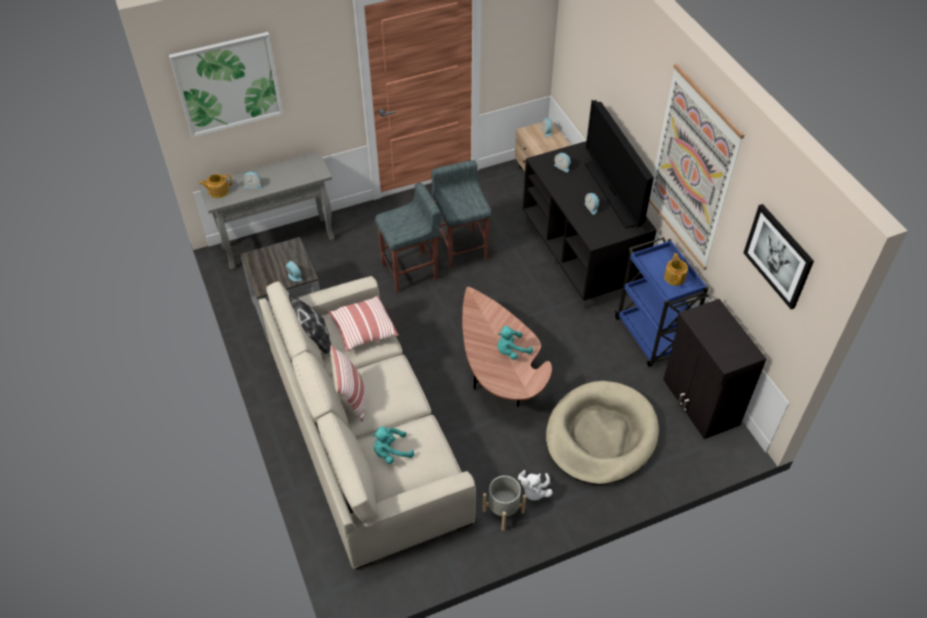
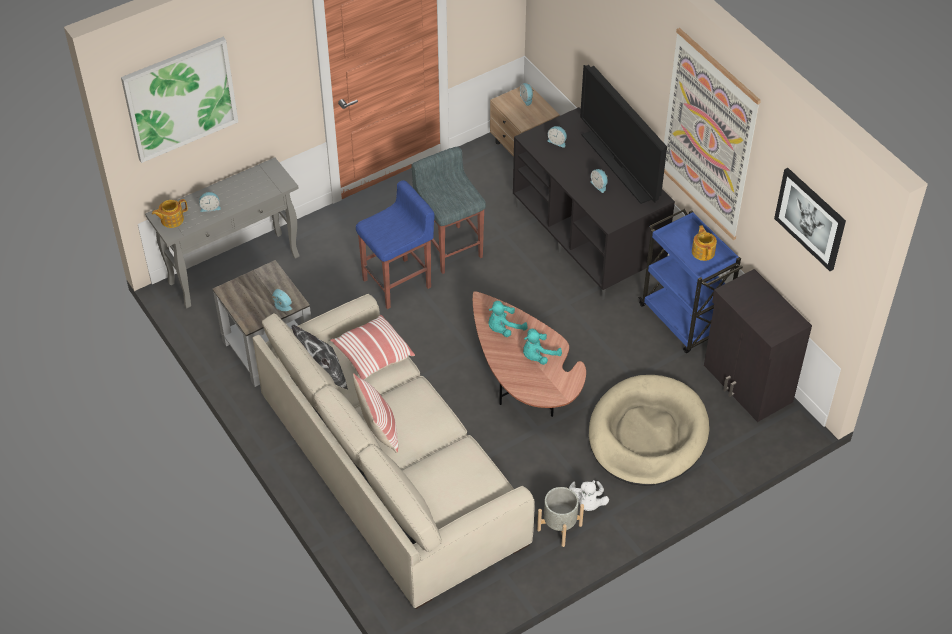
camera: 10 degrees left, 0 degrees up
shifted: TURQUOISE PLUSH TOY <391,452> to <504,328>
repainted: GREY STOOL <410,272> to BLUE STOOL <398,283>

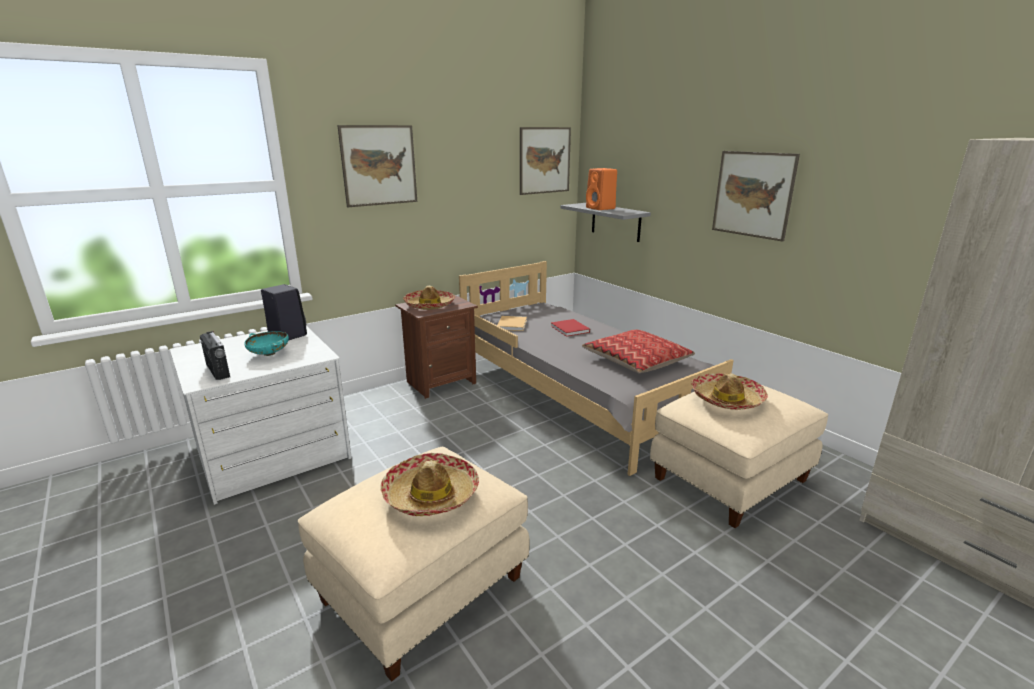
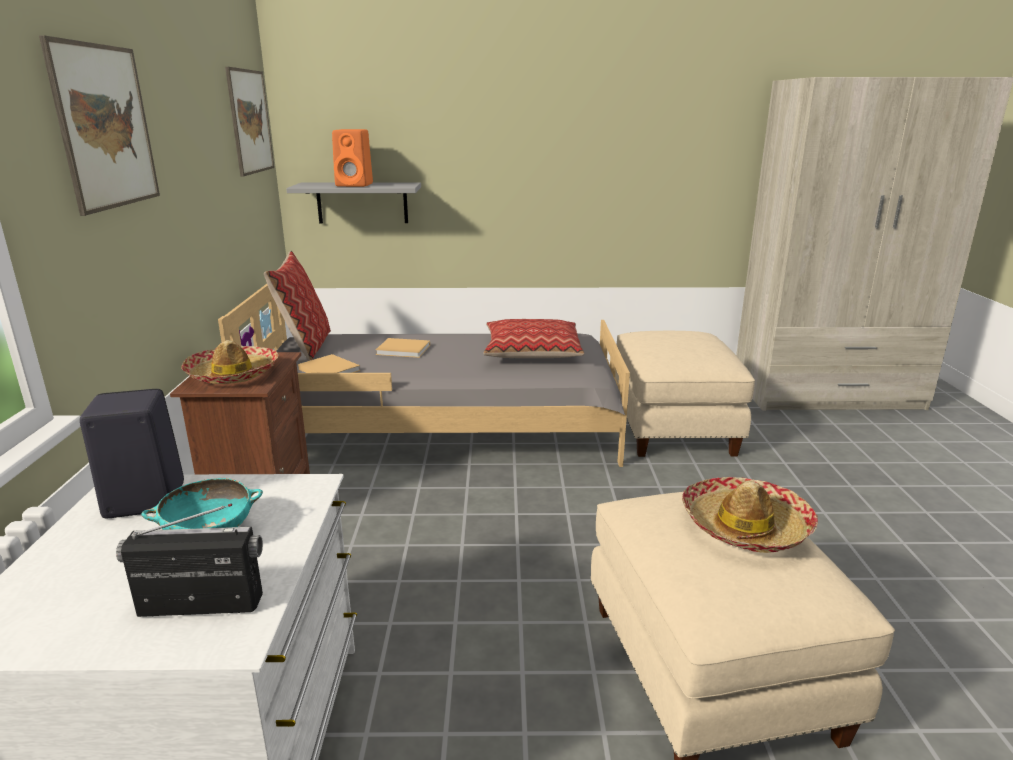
camera: 55 degrees left, 0 degrees up
gone: HAT <726,399>; PICTURE <753,194>
new: PILLOW <305,346>
repainted: RED BOOK <570,329> to BEIGE BOOK <405,350>

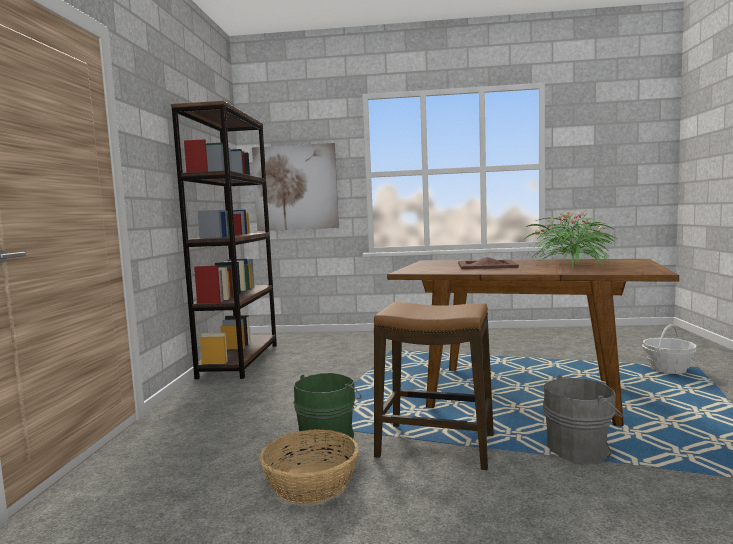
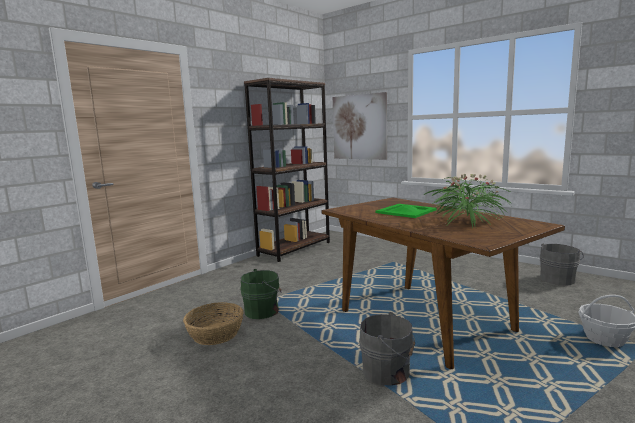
camera: 35 degrees right, 5 degrees up
gone: STOOL <435,446>
new: GREY BUCKET <558,279>
repainted: BROWN TRAY <487,265> to GREEN TRAY <406,211>

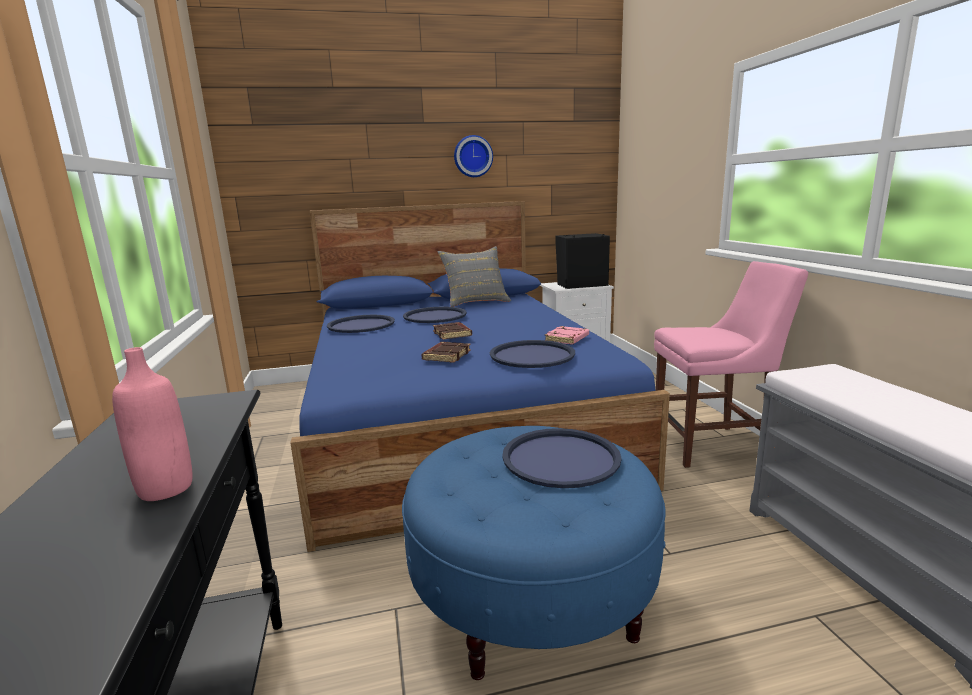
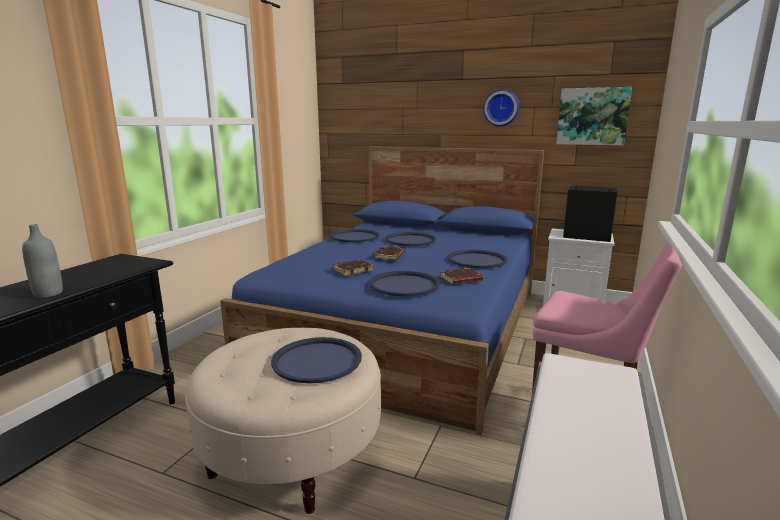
camera: 35 degrees right, 0 degrees up
gone: GREY PILLOW <476,301>
new: BLUE TRAY <477,260>; PICTURE <592,116>
repainted: PINK BOTTLE <165,488> to GREY BOTTLE <48,294>; BLUE OTTOMAN <532,597> to BEIGE OTTOMAN <293,454>; PINK BOOK <567,339> to BROWN BOOK <461,280>

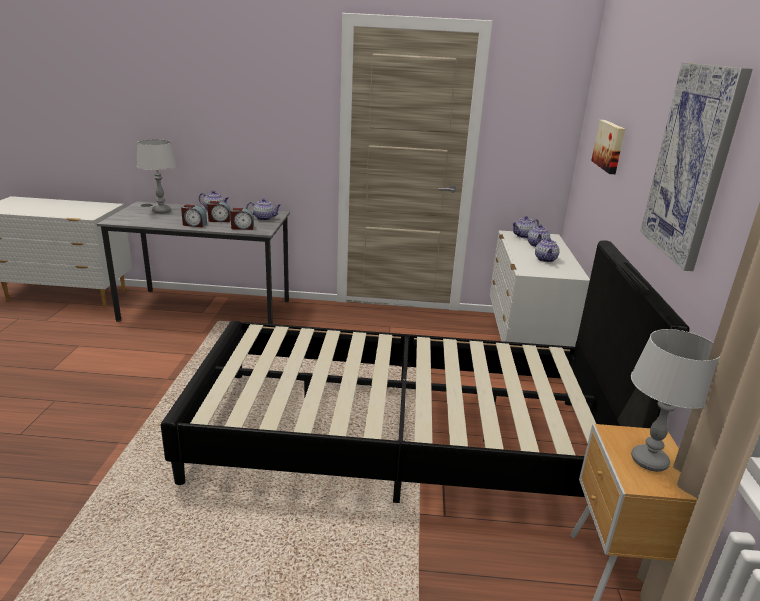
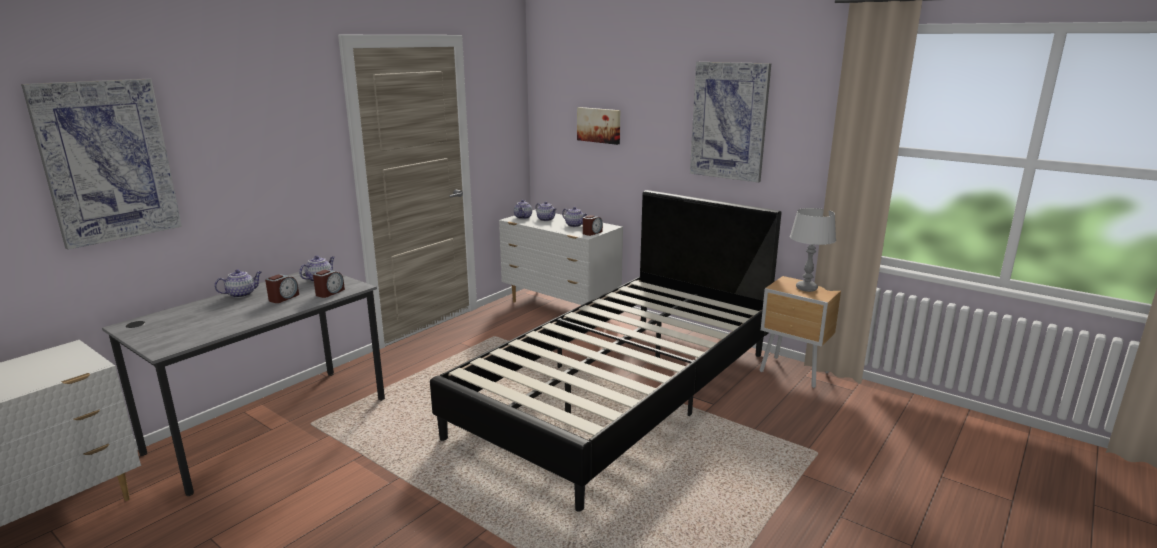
camera: 55 degrees left, 5 degrees down
gone: GREY TABLE LAMP <162,211>
new: PICTURE <107,161>
shifted: ALARM CLOCK <194,224> to <592,233>

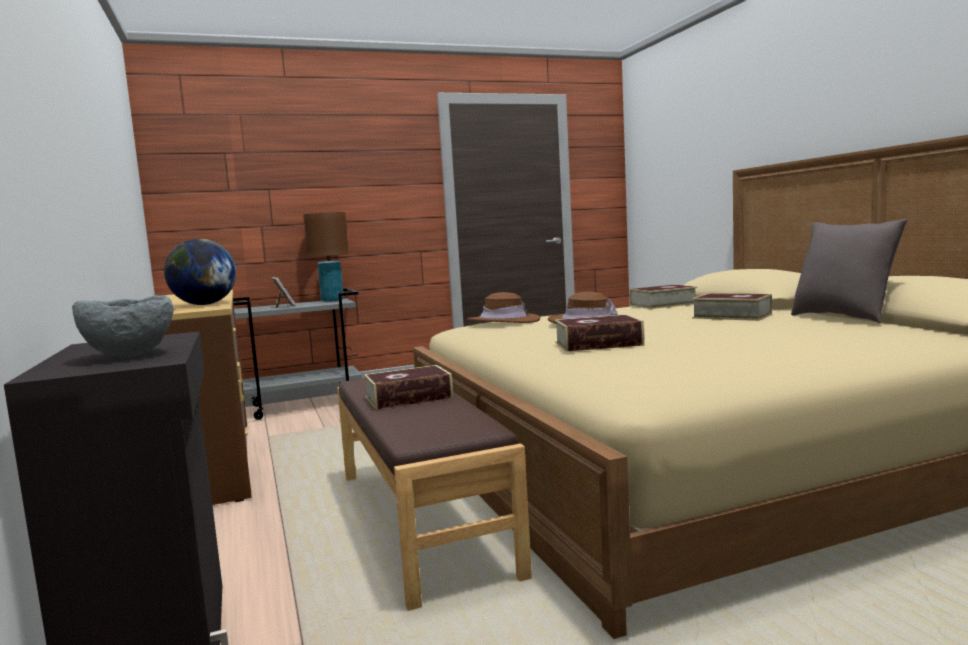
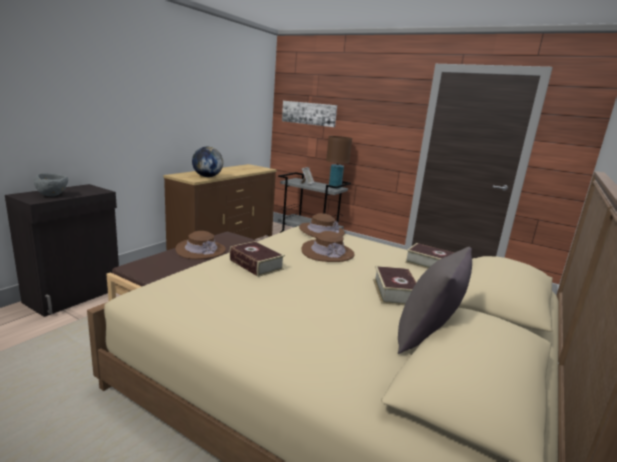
camera: 50 degrees right, 10 degrees up
new: PICTURE <309,113>
swapped: BOOK <409,398> to BROWN HAT <201,250>

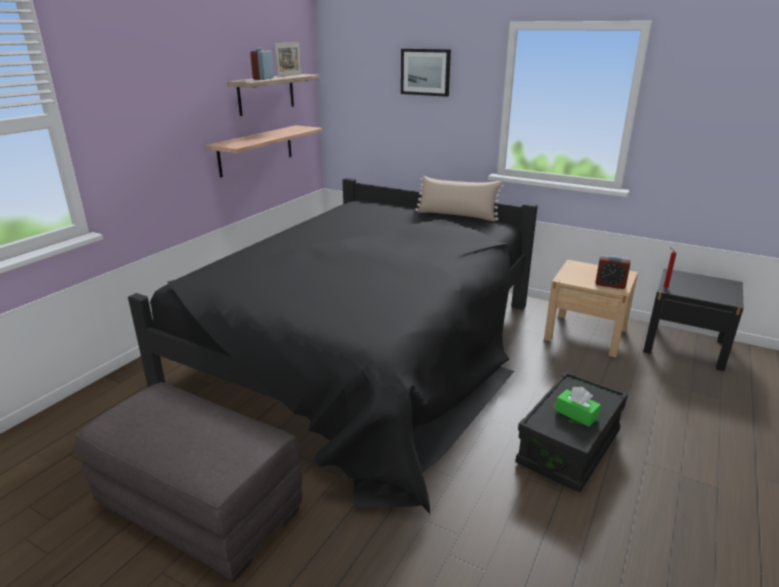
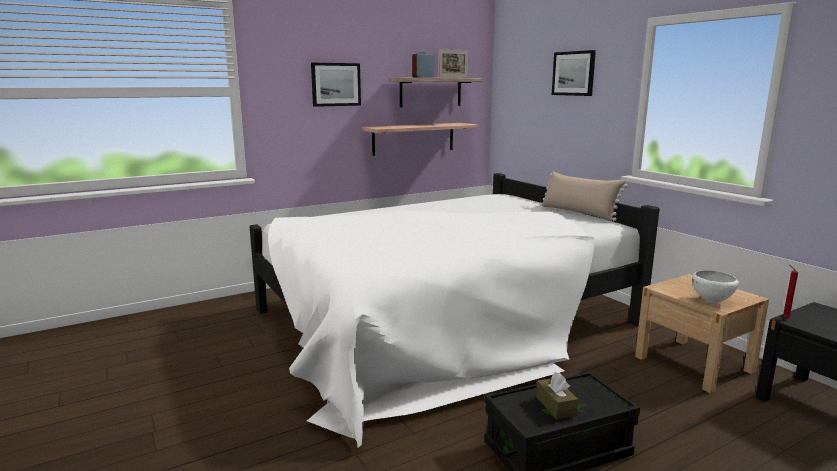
camera: 30 degrees right, 10 degrees down
gone: GREY OTTOMAN <201,508>
new: PICTURE <336,84>
swapped: ALARM CLOCK <610,285> to WHITE BOWL <712,302>
repainted: BLACK BED <367,351> to WHITE BED <443,323>; GREEN TISSUE BOX <576,414> to BROWN TISSUE BOX <555,406>

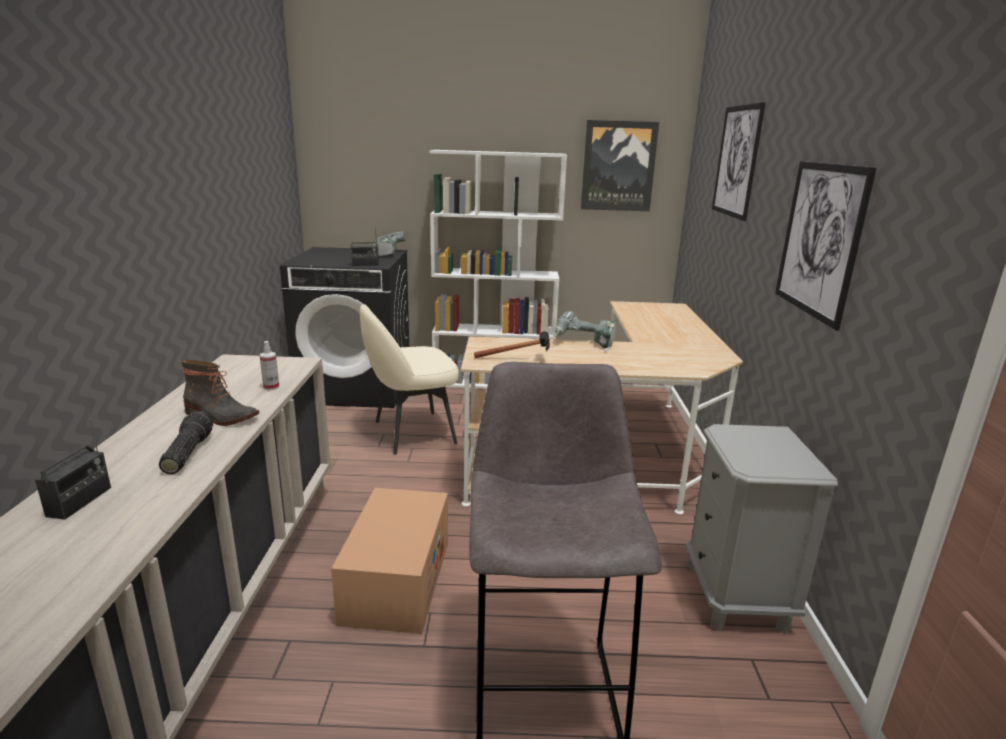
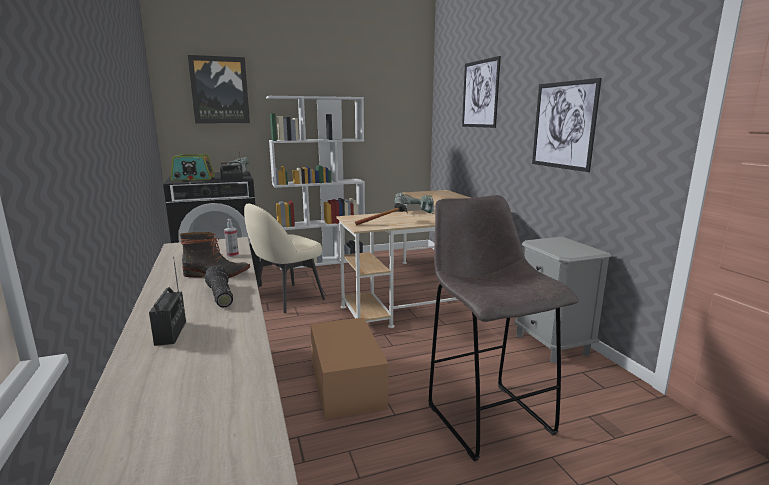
camera: 20 degrees left, 5 degrees down
new: RADIO <193,178>
shifted: PICTURE <618,166> to <220,90>

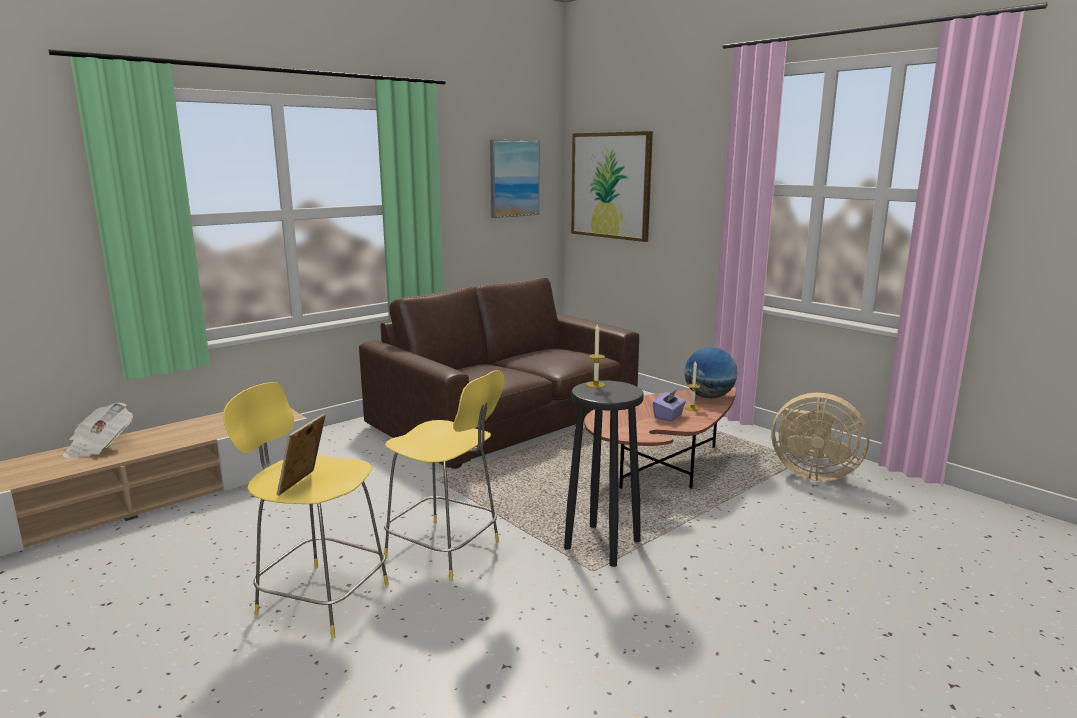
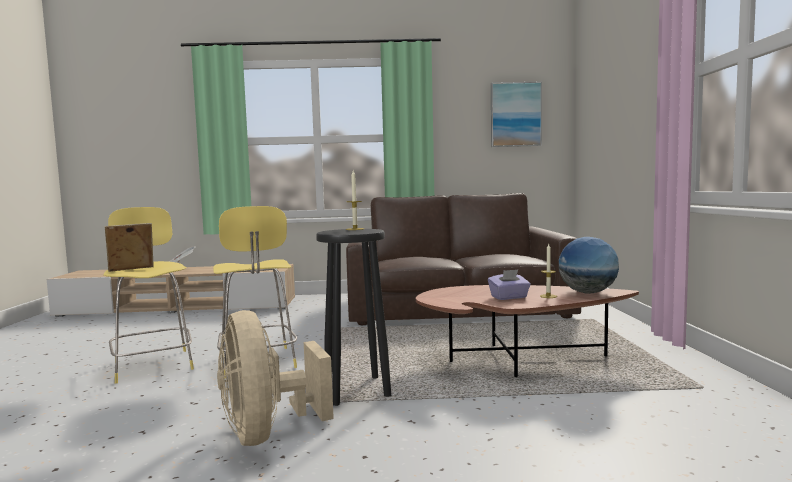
camera: 40 degrees right, 10 degrees down
gone: PICTURE <610,185>
shifted: BEIGE FAN <811,473> to <267,433>

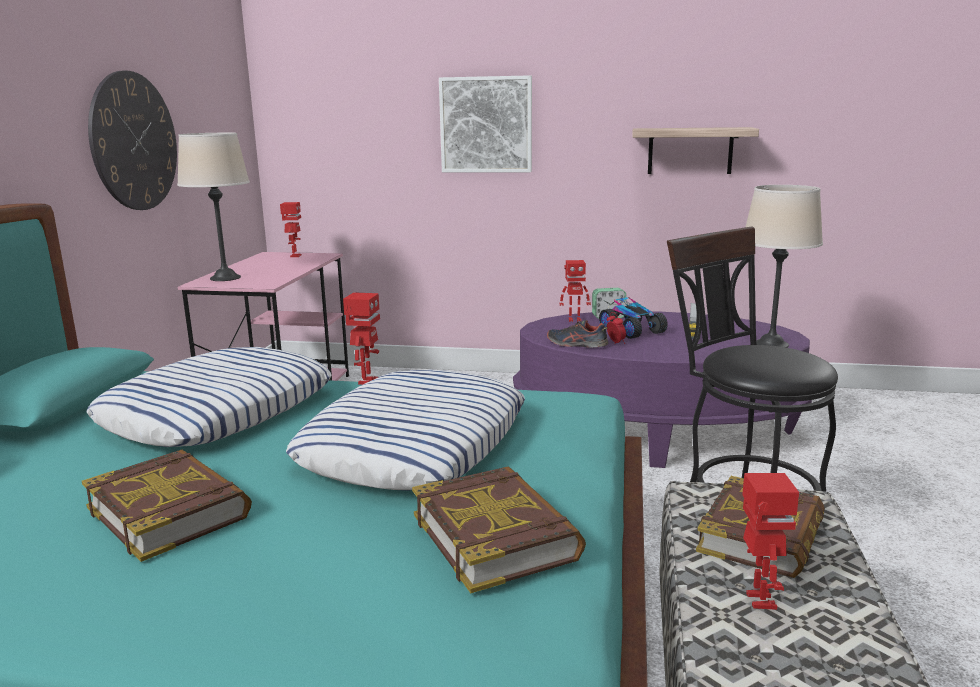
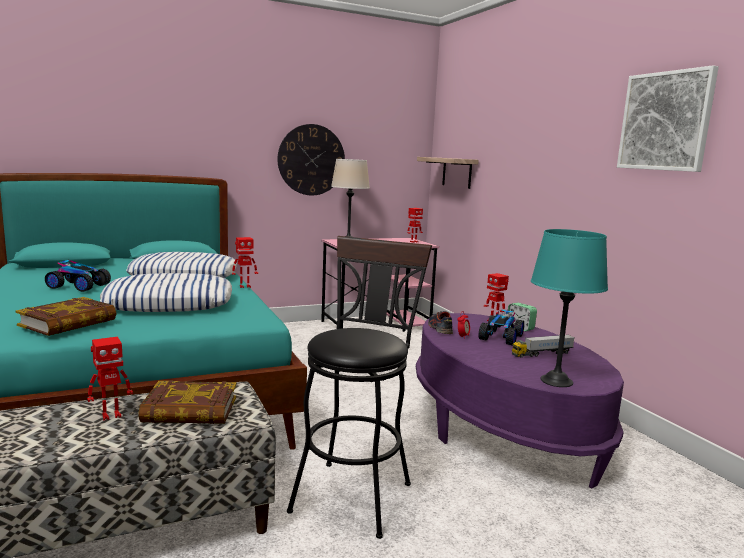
camera: 55 degrees right, 5 degrees down
shifted: PICTURE <486,125> to <665,121>; SHELF <690,151> to <457,172>
swapped: BOOK <169,511> to TOY CAR <78,286>
repainted: BEIGE TABLE LAMP <771,344> to TURQUOISE TABLE LAMP <557,381>

